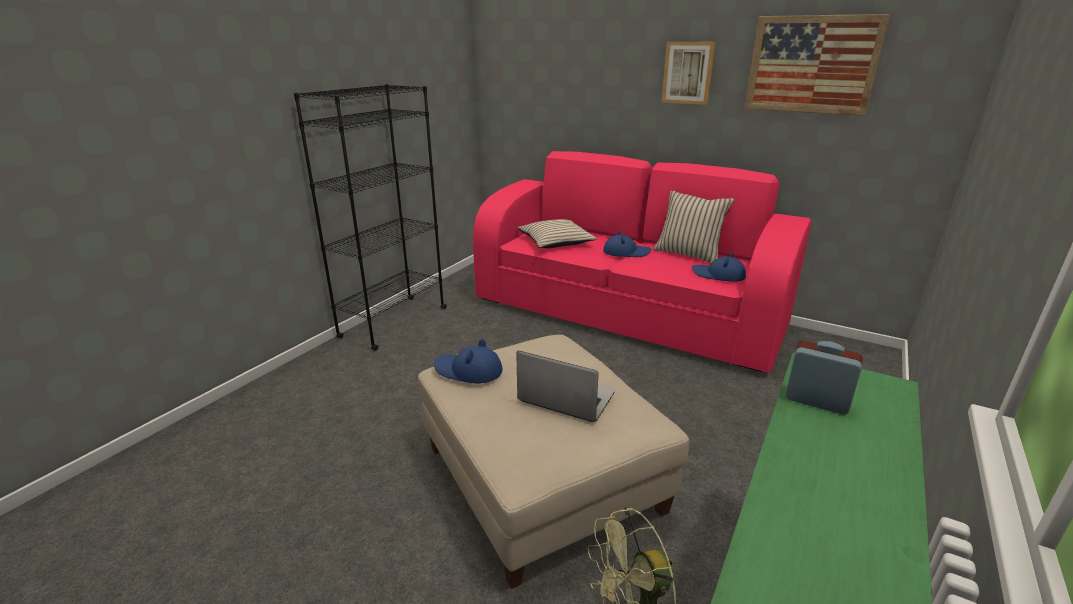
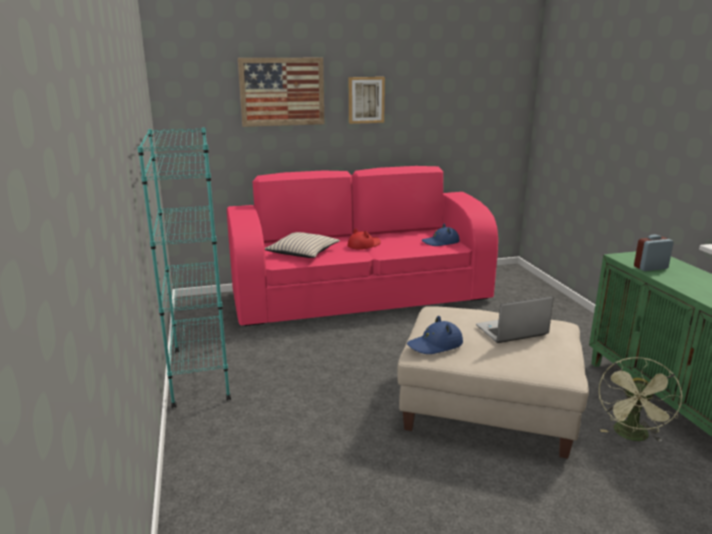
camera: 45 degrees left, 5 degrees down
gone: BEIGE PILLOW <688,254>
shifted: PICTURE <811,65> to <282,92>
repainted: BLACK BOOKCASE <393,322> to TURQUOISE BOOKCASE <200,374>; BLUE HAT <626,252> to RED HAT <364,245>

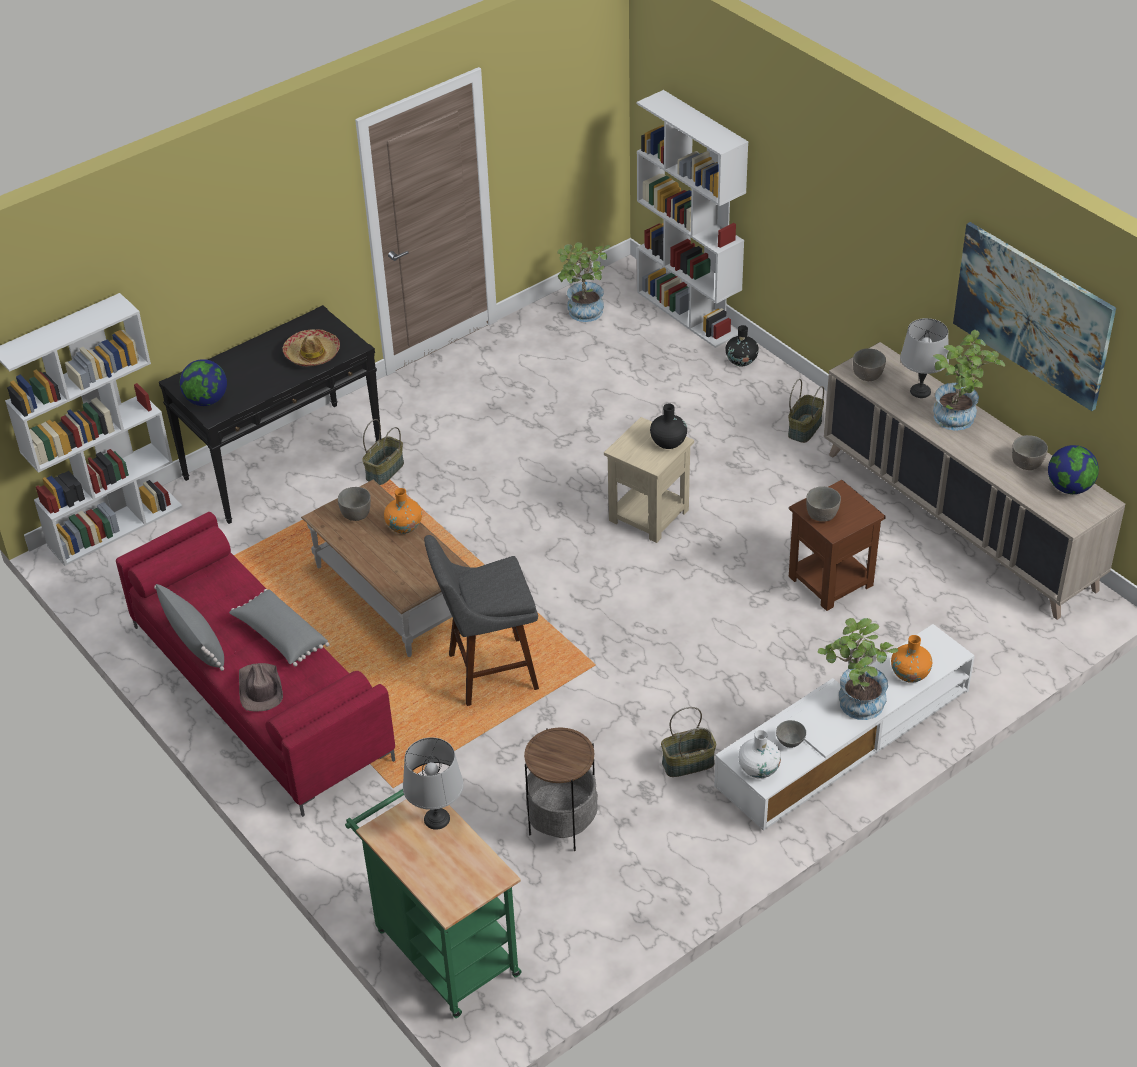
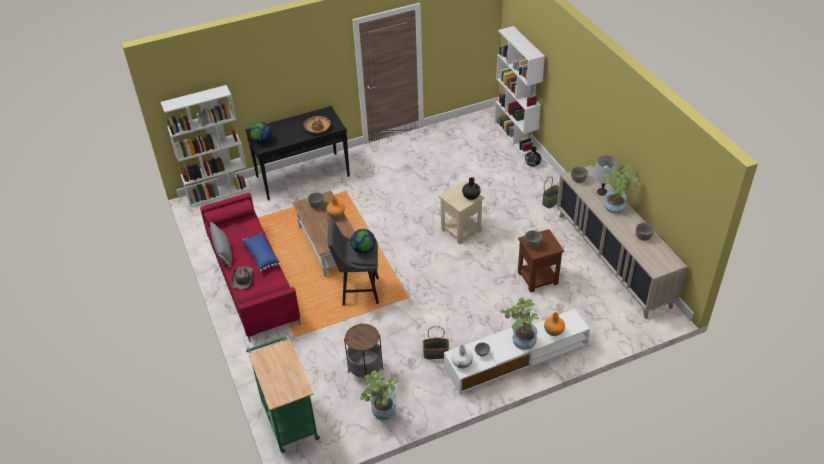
camera: 15 degrees right, 0 degrees up
gone: BASKET <385,471>; GREY TABLE LAMP <436,819>; PICTURE <1032,314>
shifted: POTTED PLANT <583,314> to <381,413>; GLOBE <1069,488> to <363,250>
repainted: GREY PILLOW <280,637> to BLUE PILLOW <261,256>

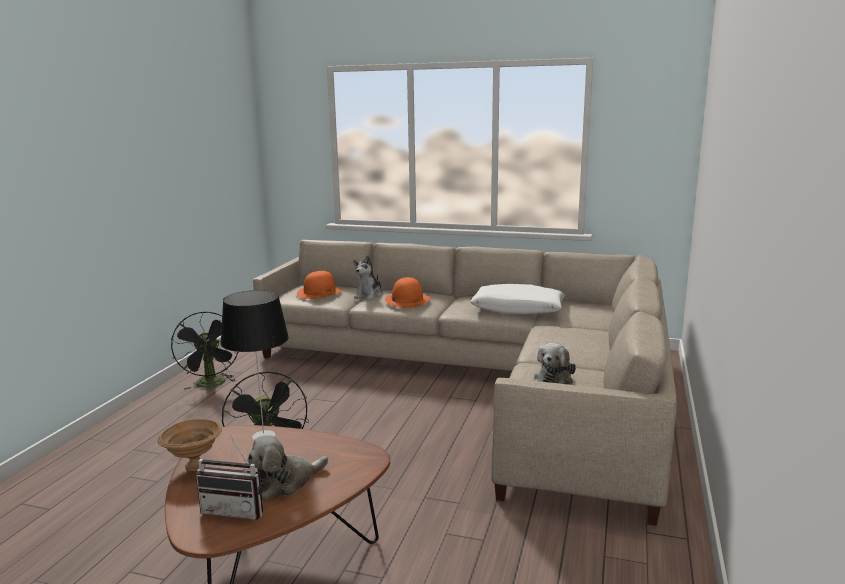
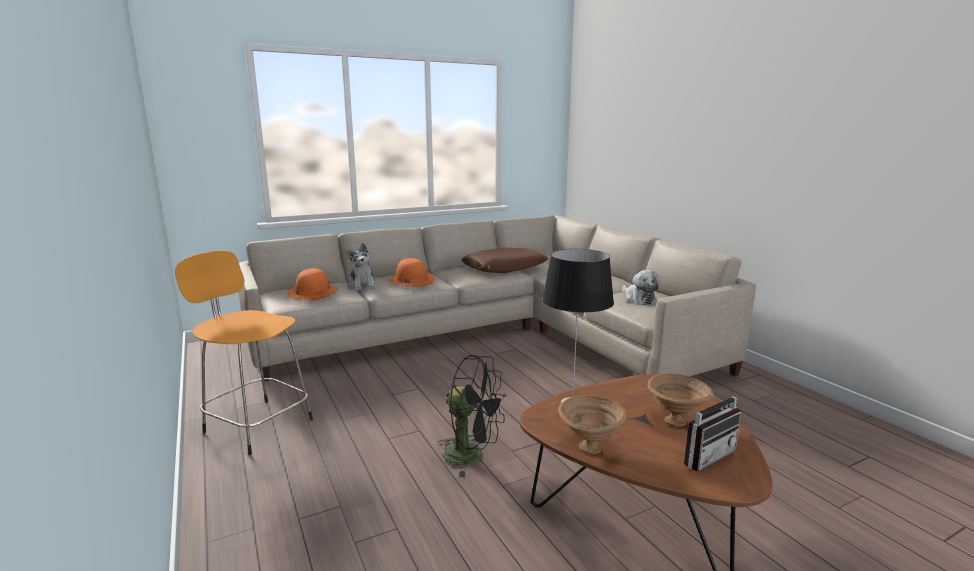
camera: 45 degrees left, 0 degrees up
swapped: BLACK FAN <212,385> to ORANGE STOOL <256,424>; PLUSH TOY <286,482> to BROWN BOWL <676,421>
repainted: WHITE PILLOW <518,309> to BROWN PILLOW <504,268>

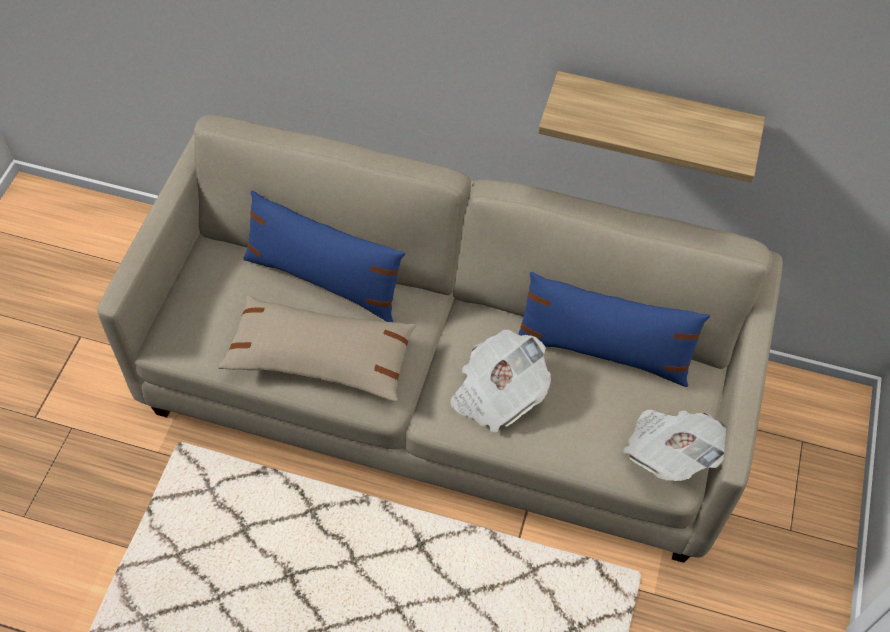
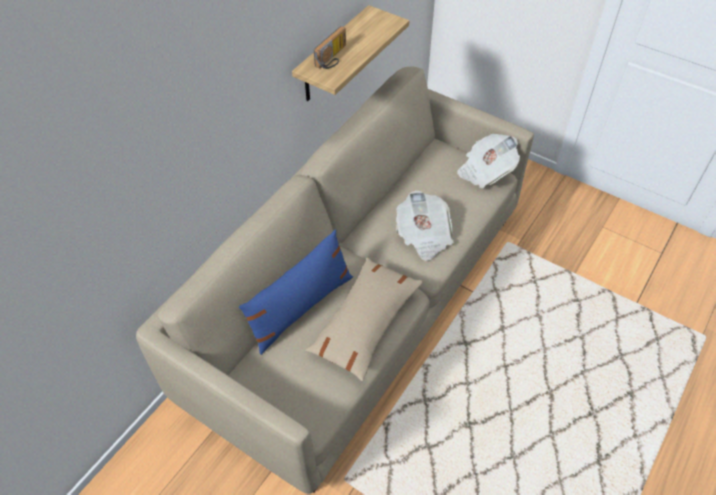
camera: 70 degrees left, 5 degrees down
gone: BLUE PILLOW <602,351>
new: RADIO <333,58>

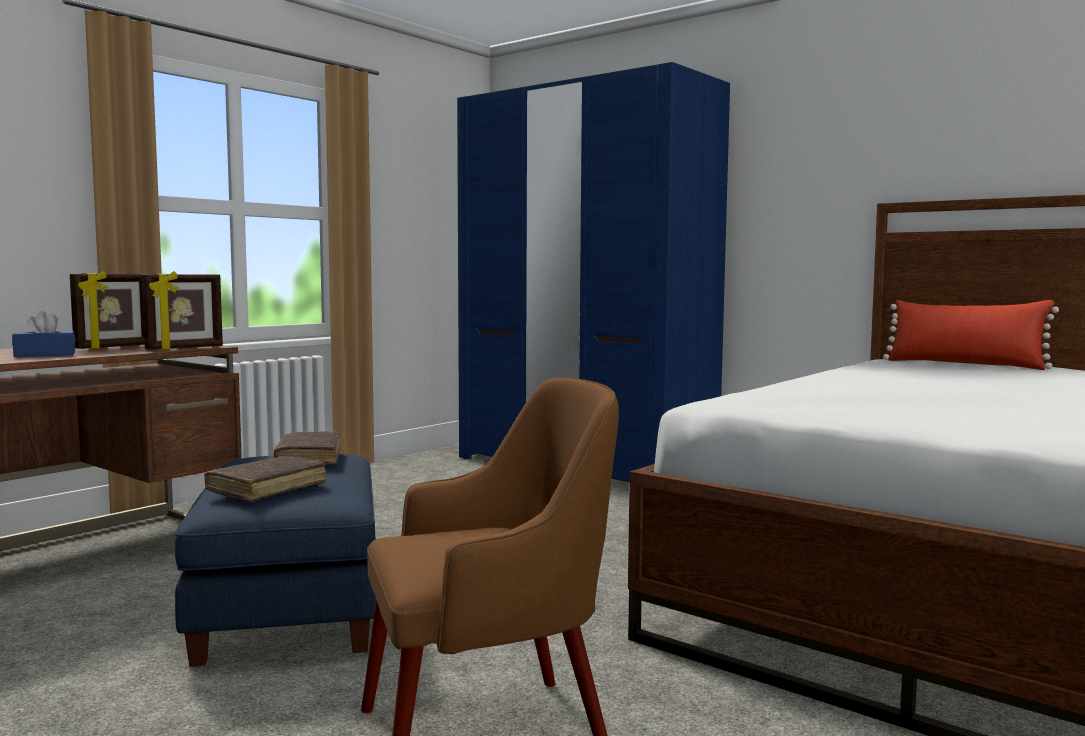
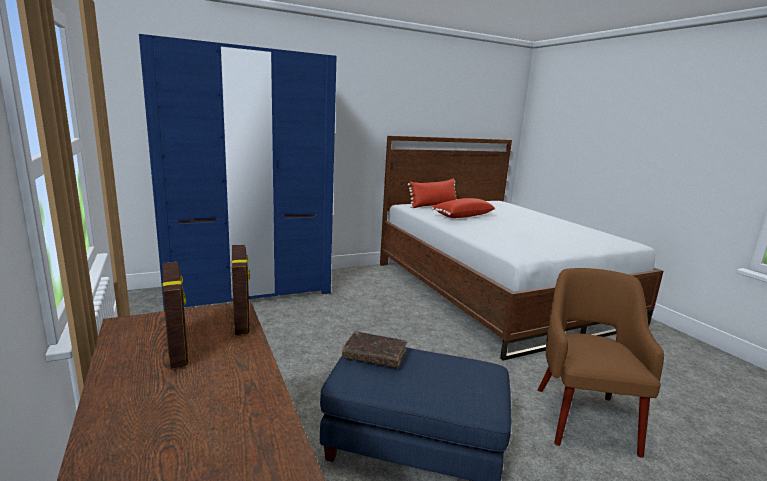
camera: 65 degrees left, 10 degrees up
gone: BLUE TISSUE BOX <45,354>; BROWN BOOK <267,489>
new: RED PILLOW <462,216>

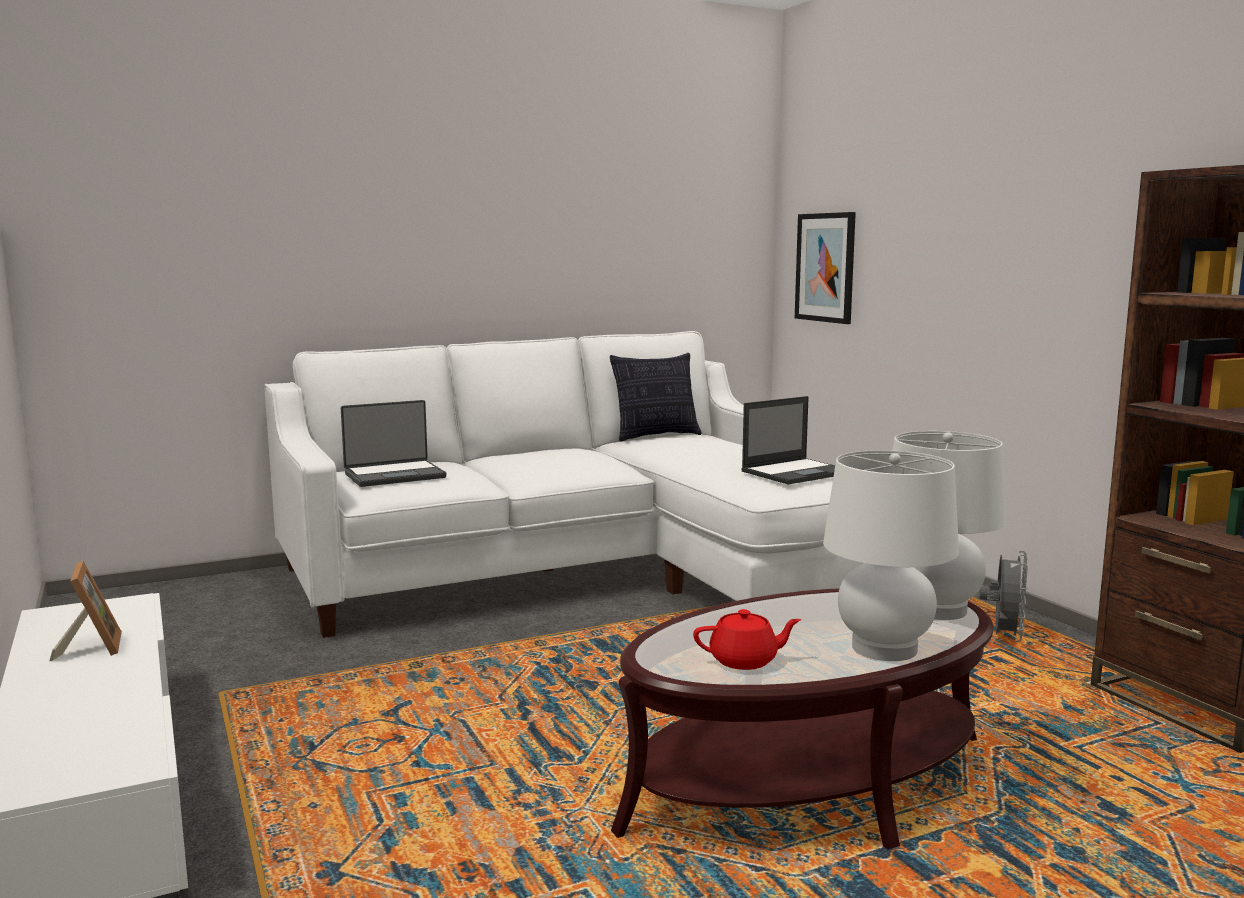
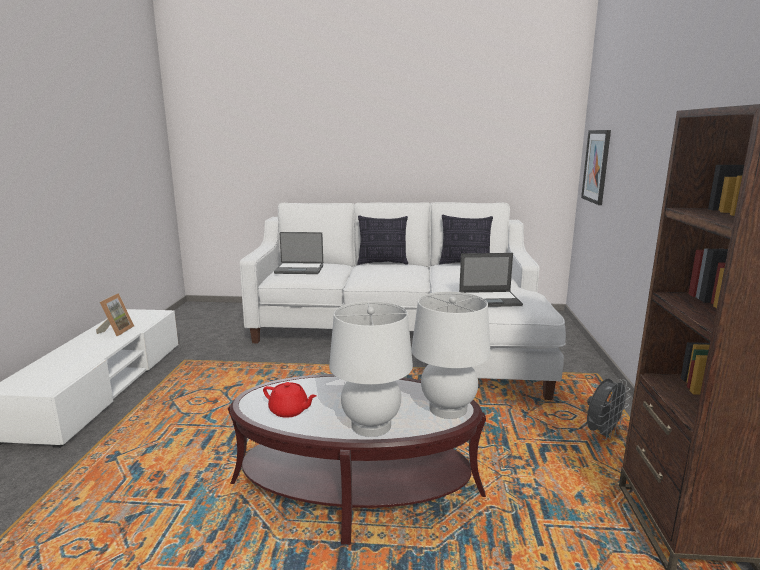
camera: 30 degrees right, 5 degrees up
new: PILLOW <382,263>

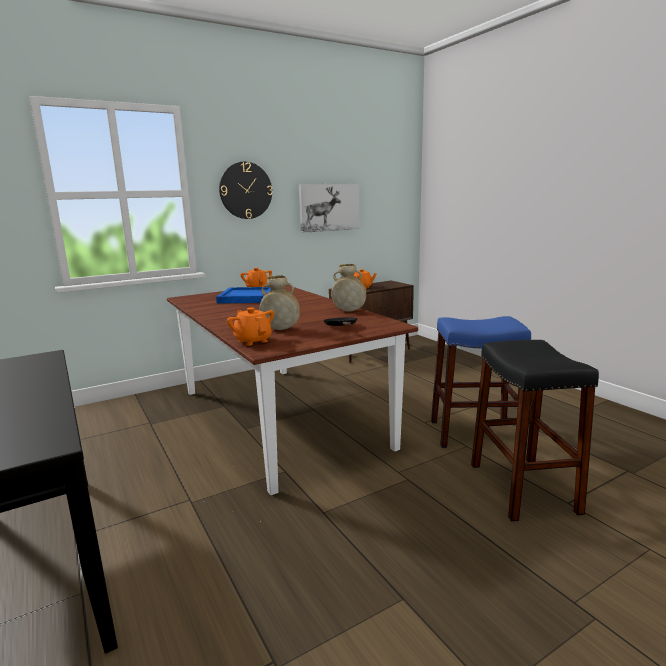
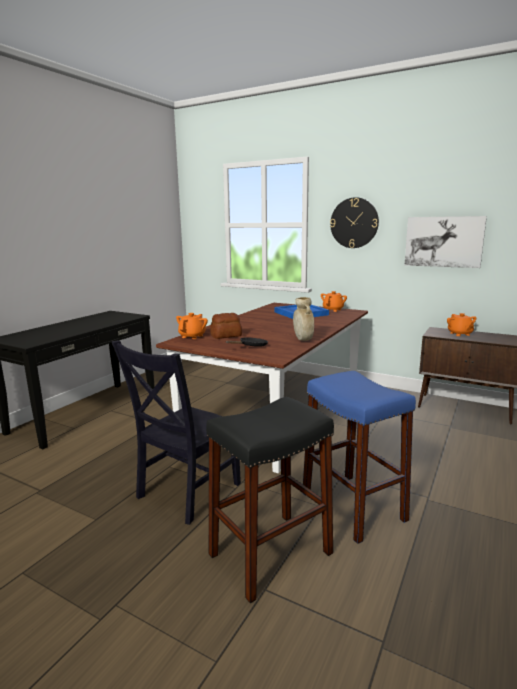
camera: 60 degrees right, 0 degrees up
new: BLACK CHAIR <186,492>
swapped: BEIGE VASE <281,329> to BREAD <226,336>

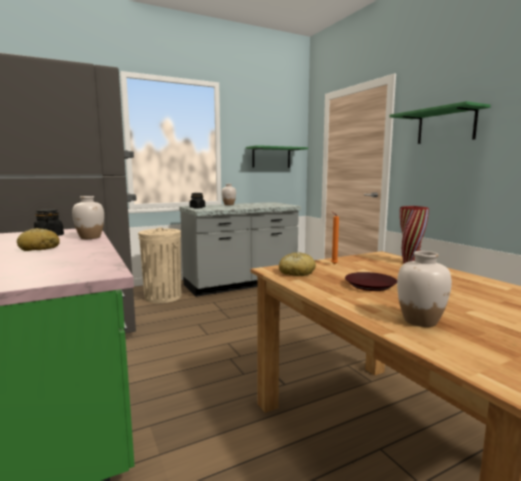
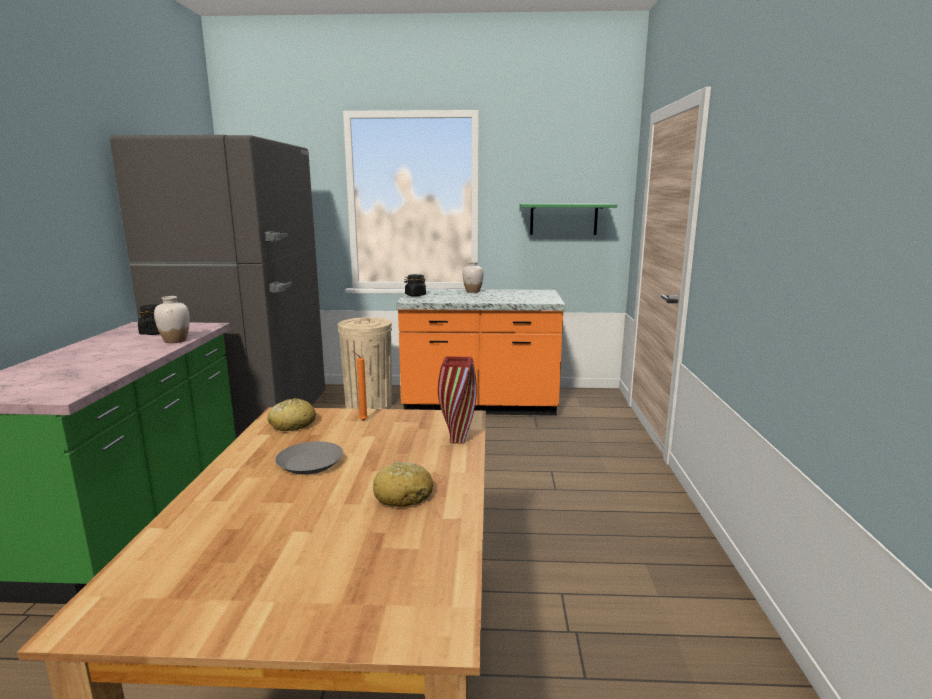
camera: 30 degrees right, 5 degrees up
gone: GREEN SHELF <446,126>; WHITE VASE <420,321>
shifted: BREAD <39,248> to <403,495>
repainted: GREY COUNTER <241,284> to ORANGE COUNTER <480,406>; BROWN PLATE <370,285> to GREY PLATE <311,463>

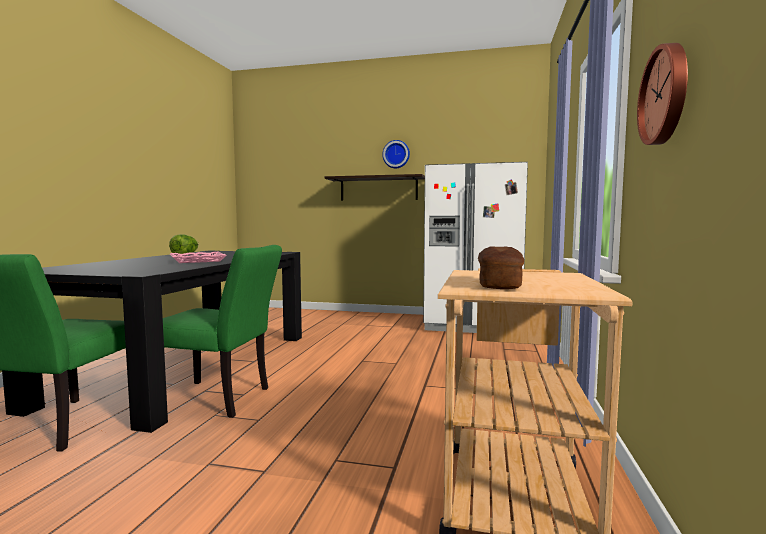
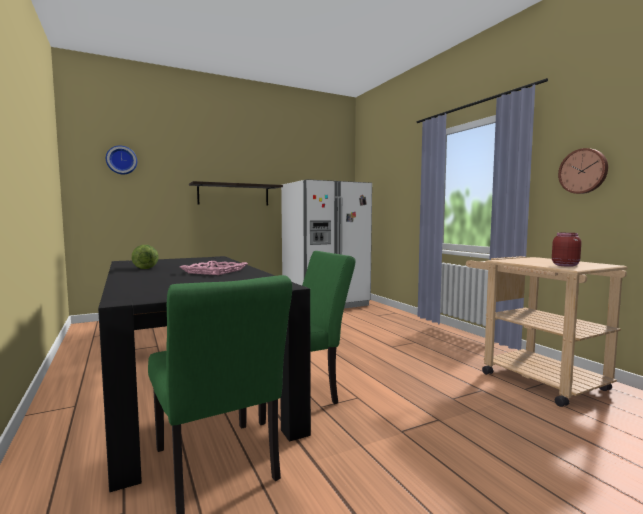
camera: 40 degrees left, 0 degrees up
shifted: WALL CLOCK <396,154> to <121,160>
swapped: BREAD <499,284> to RED JAR <565,265>

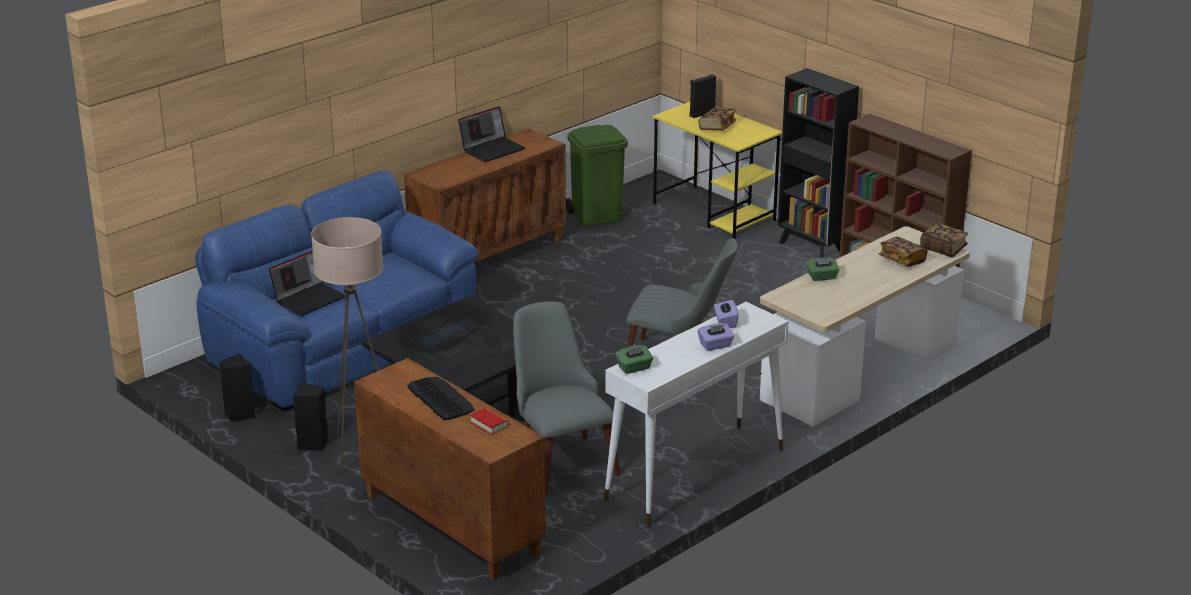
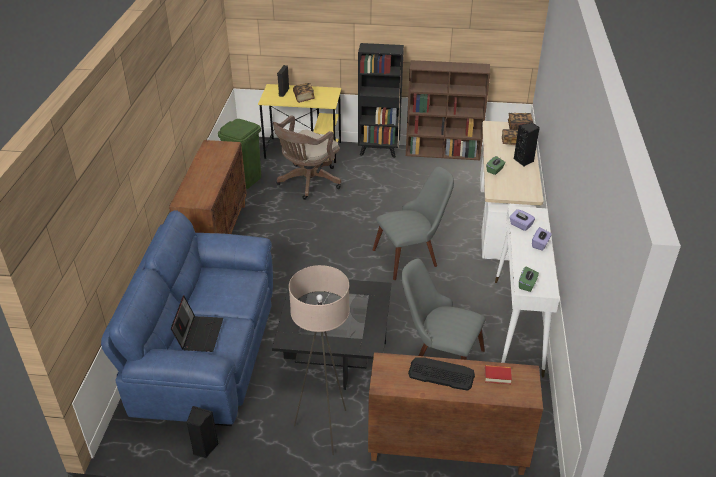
camera: 40 degrees left, 10 degrees up
gone: LAPTOP <492,149>
new: BROWN OFFICE CHAIR <307,183>
shifted: BLACK SPEAKER <313,444> to <524,161>

